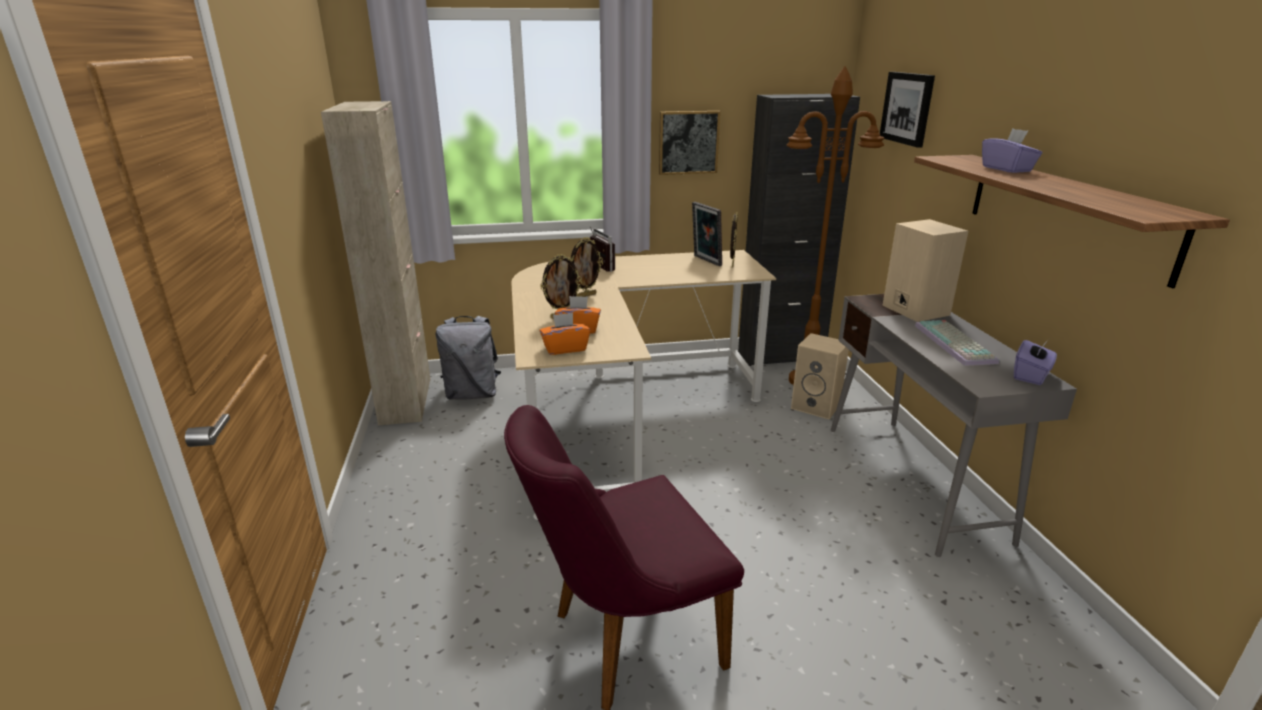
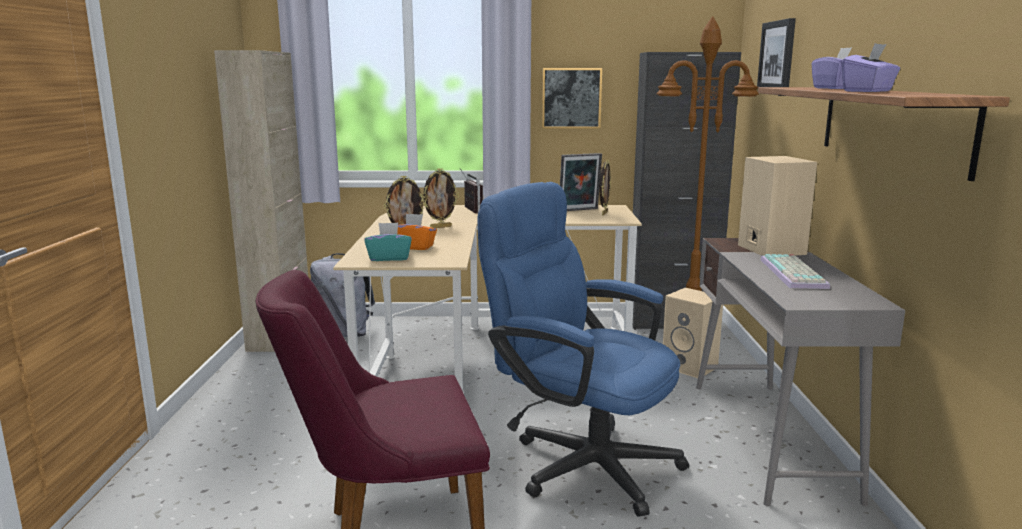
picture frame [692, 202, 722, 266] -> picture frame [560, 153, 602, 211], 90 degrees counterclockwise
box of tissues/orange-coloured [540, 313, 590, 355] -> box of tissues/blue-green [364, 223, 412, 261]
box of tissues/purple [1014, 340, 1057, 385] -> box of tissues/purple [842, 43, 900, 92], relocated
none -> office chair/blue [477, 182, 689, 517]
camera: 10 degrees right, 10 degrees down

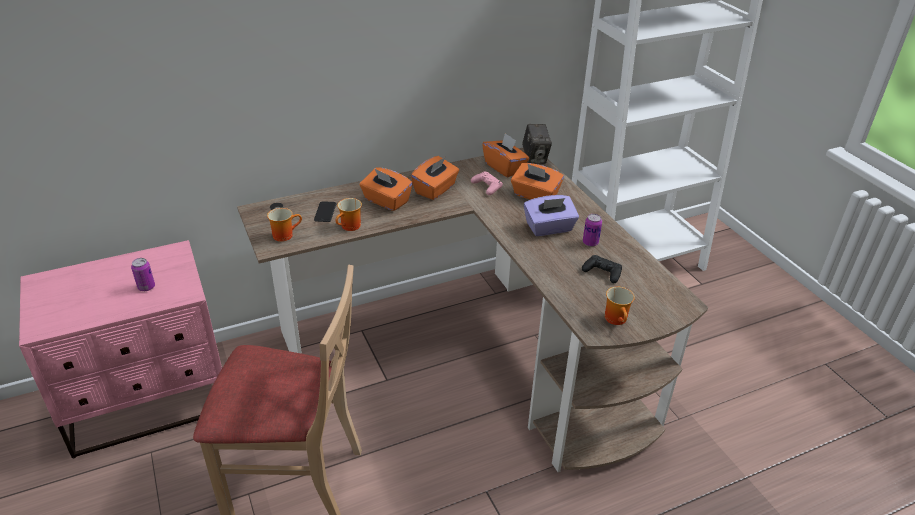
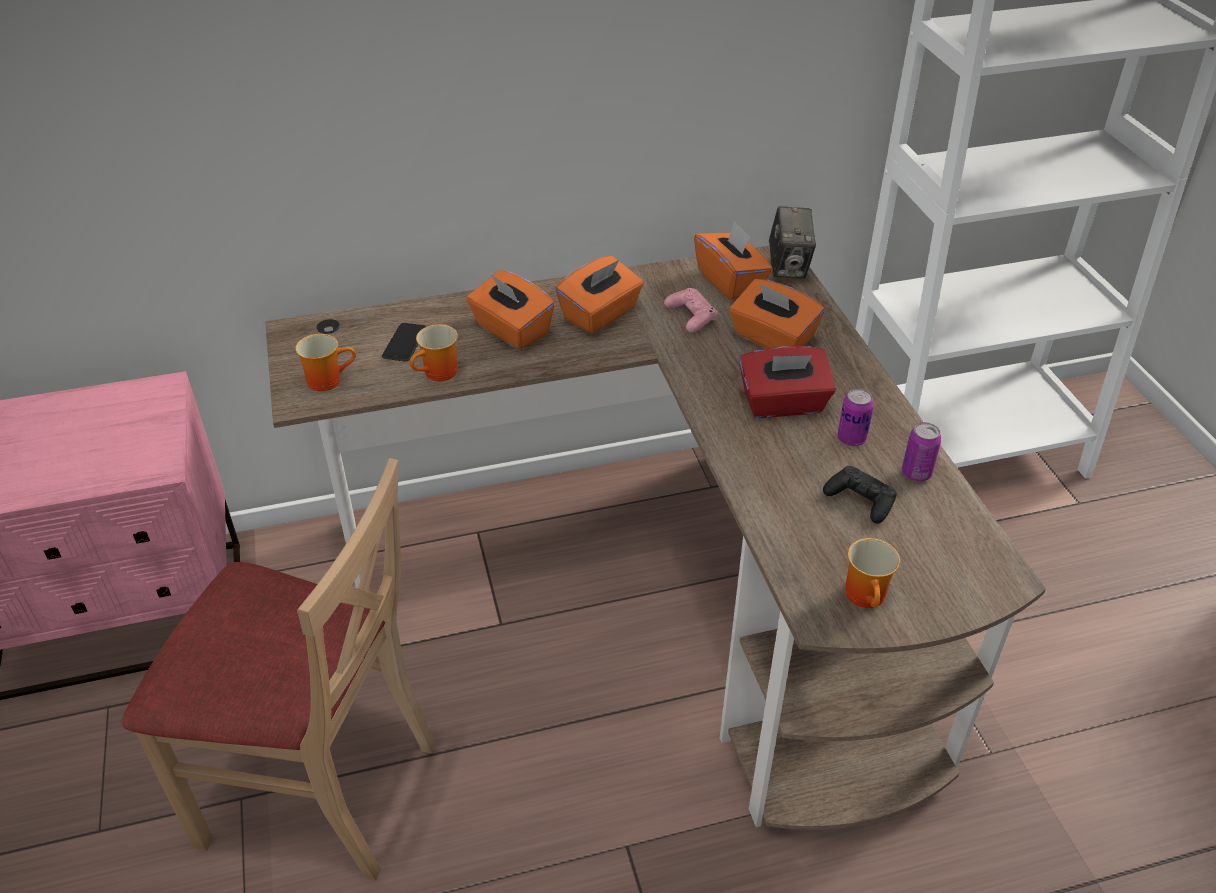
box of tissues/purple [524, 195, 579, 236] -> box of tissues/red [739, 346, 836, 418]
metal can [131, 258, 155, 291] -> metal can [902, 422, 942, 482], relocated
camera: 10 degrees right, 5 degrees up

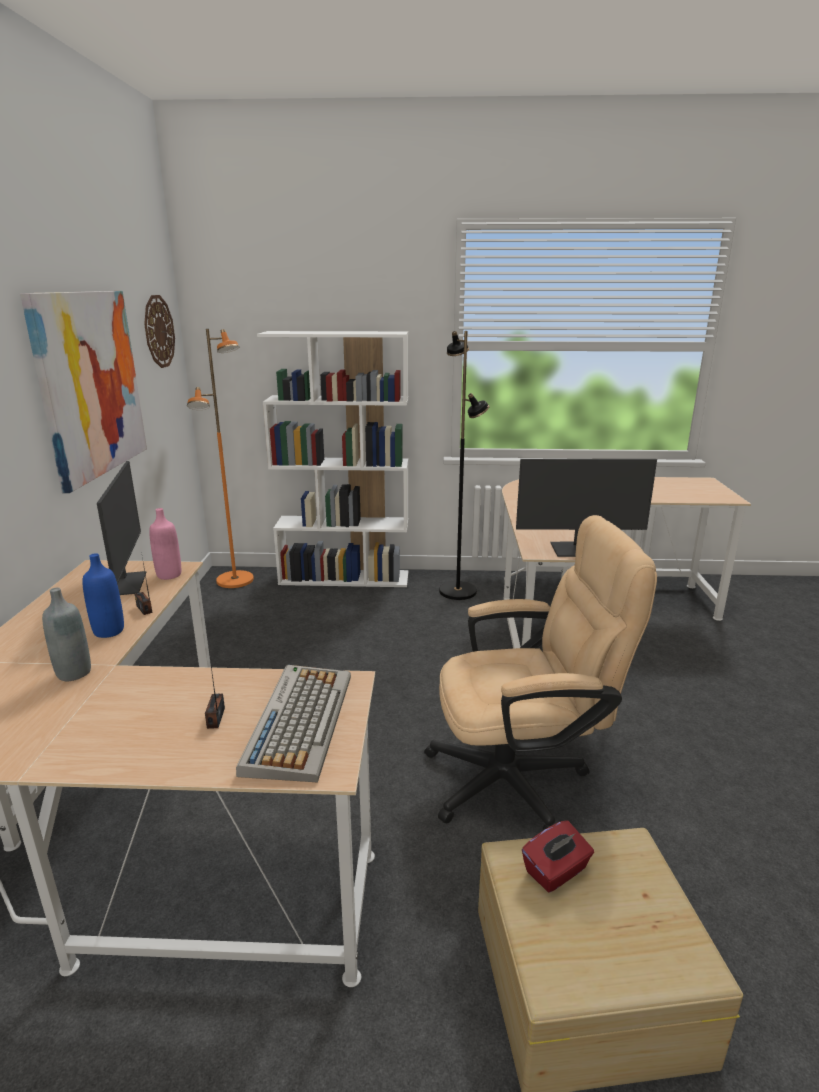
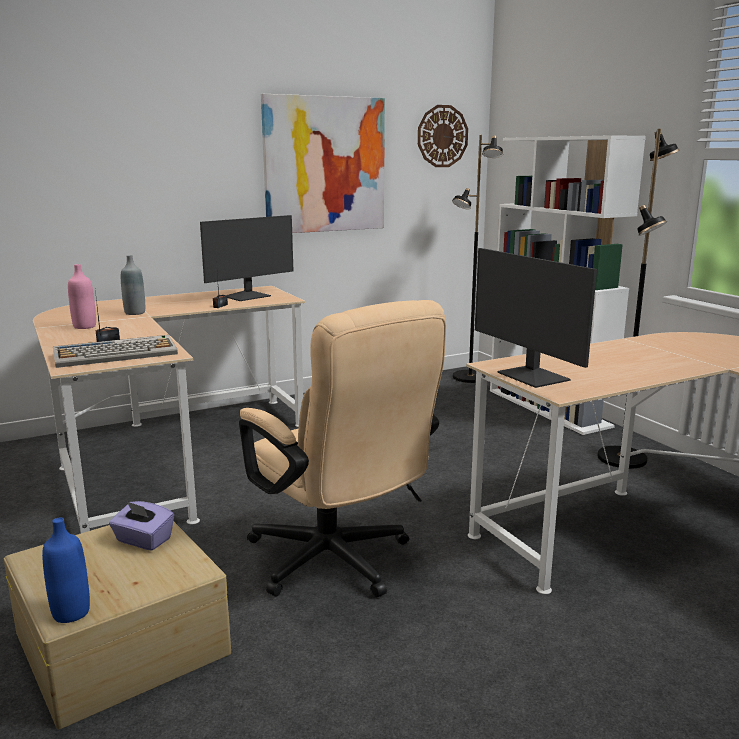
standing lamp/orange-coloured [187, 329, 254, 588] -> standing lamp/blackish [452, 135, 503, 383]
bottle/pink-coloured [149, 508, 181, 580] -> bottle/pink-coloured [68, 264, 96, 329], relocated
bottle/blue [82, 553, 124, 638] -> bottle/blue [42, 517, 90, 623], relocated
box of tissues/red [522, 820, 594, 893] -> box of tissues/purple [109, 501, 174, 551]
camera: 60 degrees right, 5 degrees down

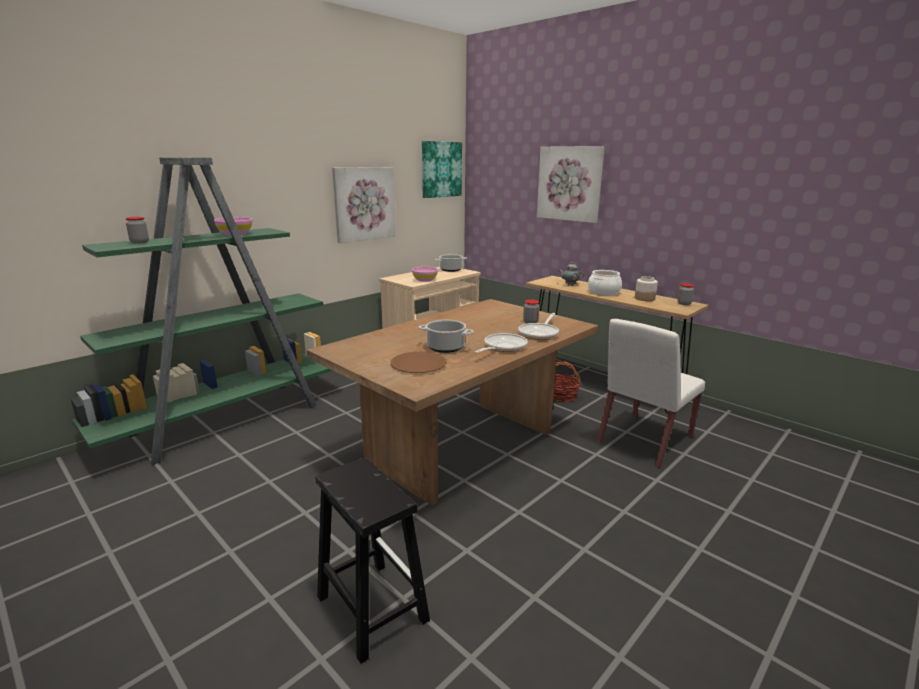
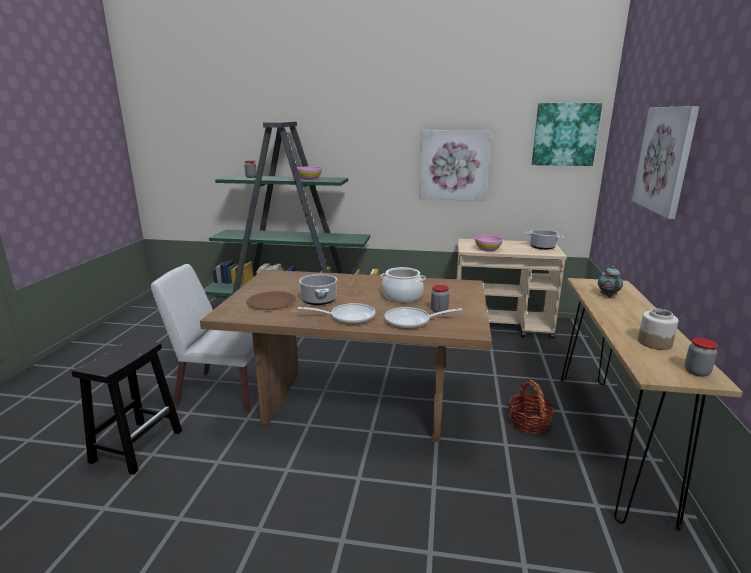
saucepot [588, 270, 622, 295] -> saucepot [380, 267, 426, 303], relocated
chair/white-coloured [596, 319, 705, 468] -> chair/white-coloured [151, 264, 254, 413], relocated
camera: 55 degrees right, 0 degrees up

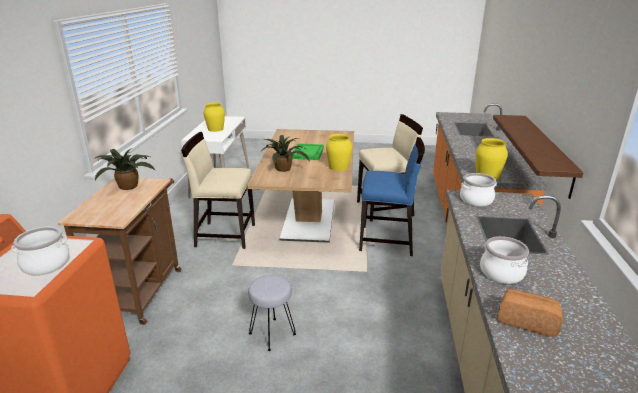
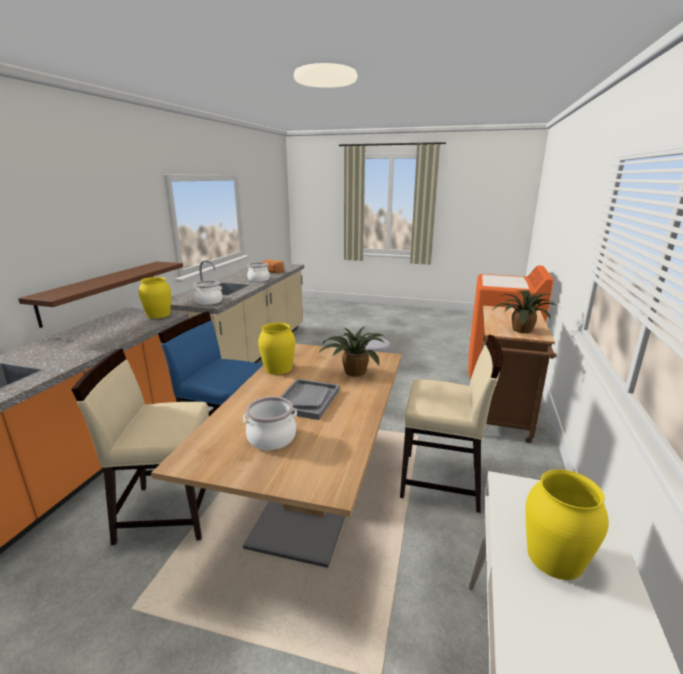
tray/green-coloured [292, 143, 324, 160] -> tray/gray [280, 379, 340, 420]
saucepot [11, 227, 69, 275] -> saucepot [243, 396, 297, 450], relocated
camera: 170 degrees left, 5 degrees down

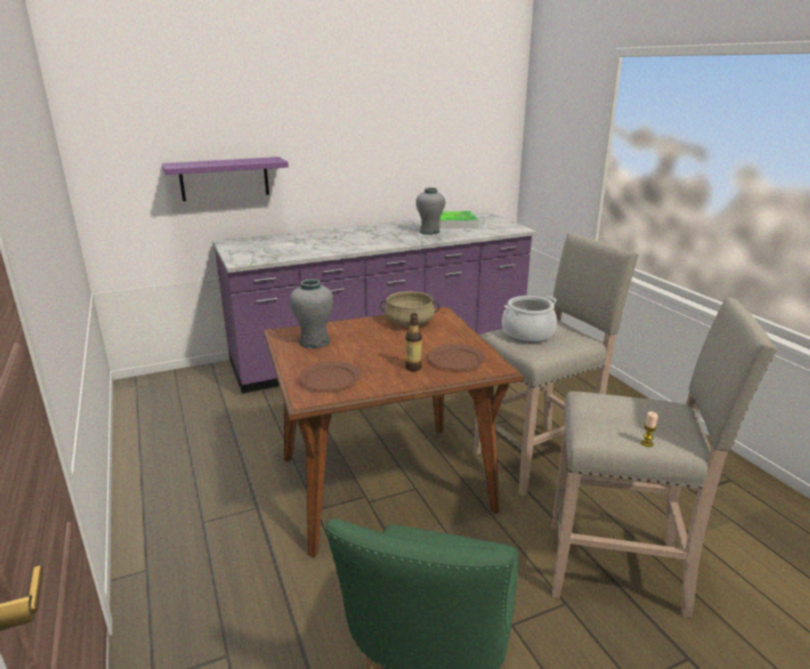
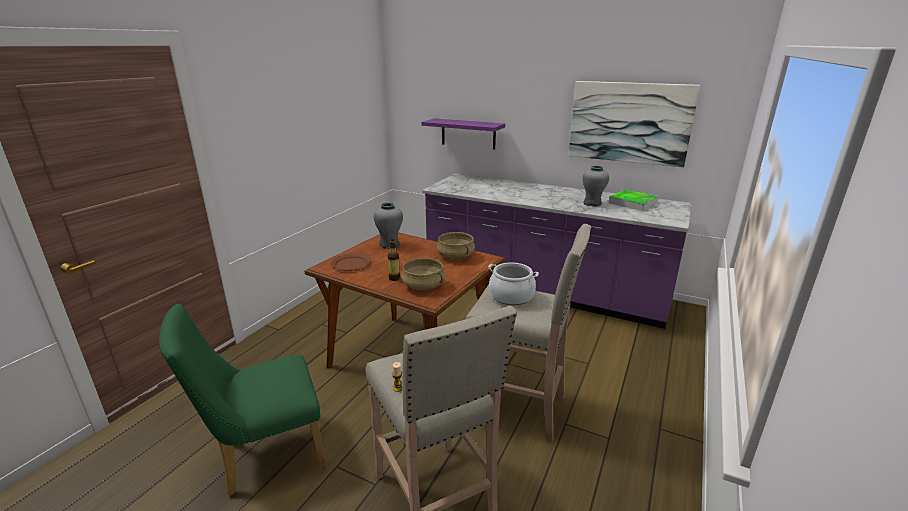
flat dish/brown-coloured [427, 344, 486, 370] -> saucepot/beige-coloured [401, 258, 445, 290]
none -> picture [568, 81, 700, 167]
camera: 50 degrees right, 0 degrees up

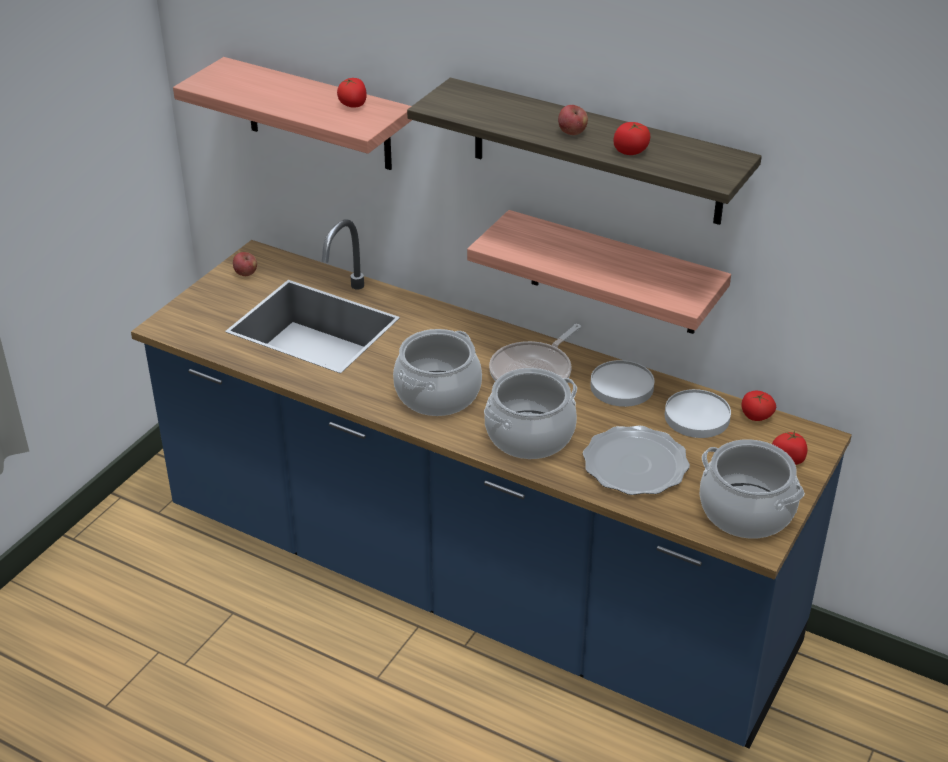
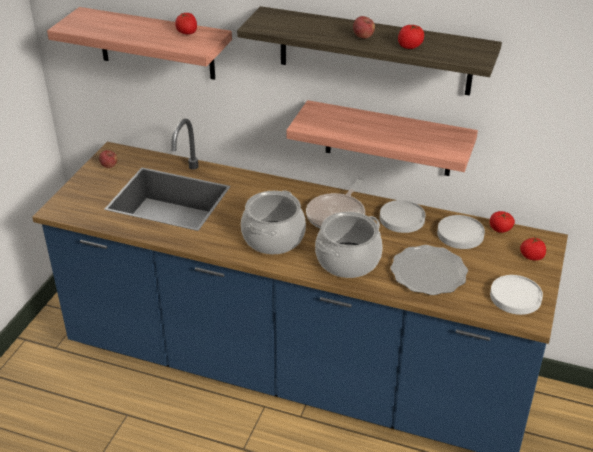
saucepot [700, 439, 805, 539] -> flat dish/white-coloured [490, 275, 543, 315]
camera: 10 degrees left, 0 degrees up

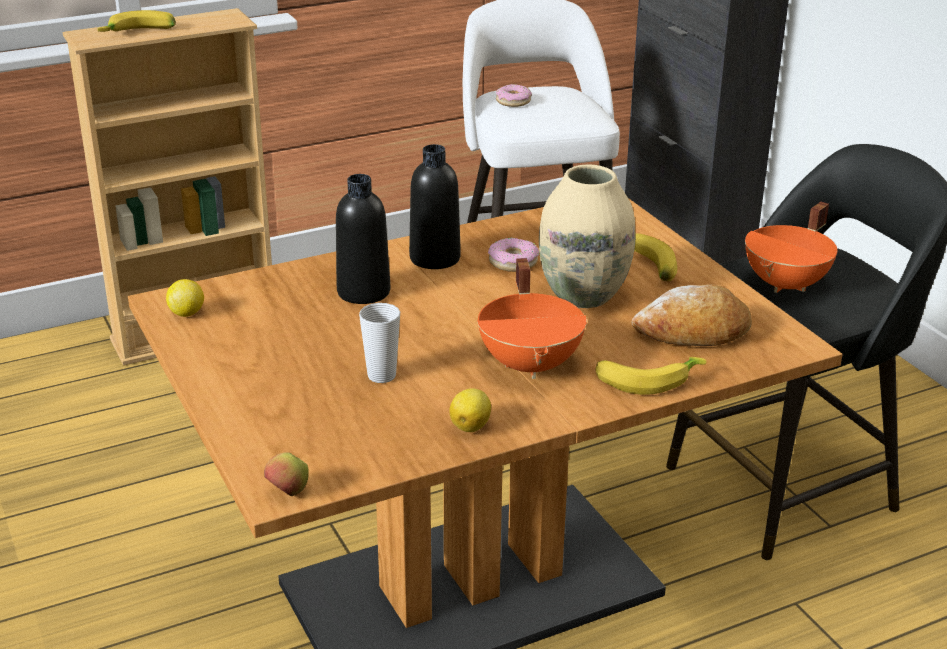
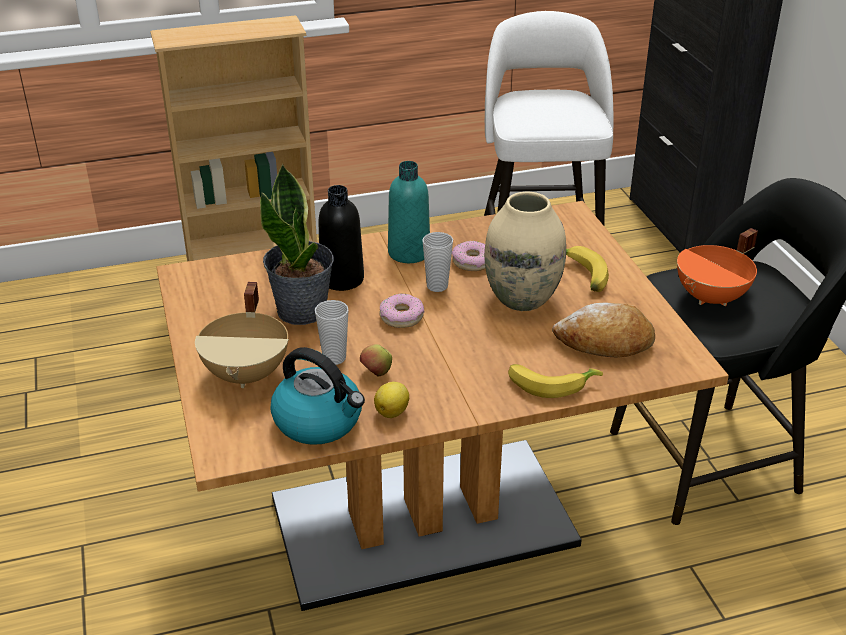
banana [97, 10, 176, 32] -> none
ring doughnut [496, 84, 532, 107] -> ring doughnut [379, 293, 424, 328], relocated
bottle/blackish [409, 144, 461, 269] -> bottle/blue-green [388, 161, 430, 263]
saucepot/orange-coloured [477, 258, 587, 379] -> none
whole lemon [166, 279, 204, 317] -> none
whole apple [264, 452, 309, 496] -> whole apple [360, 344, 392, 377], relocated
none -> plant in a pot [260, 164, 334, 325]
none -> drinking cup [422, 232, 453, 292]
none -> saucepot/beige-coloured [195, 282, 289, 388]
none -> water kettle [270, 347, 365, 445]
camera: 10 degrees right, 5 degrees up

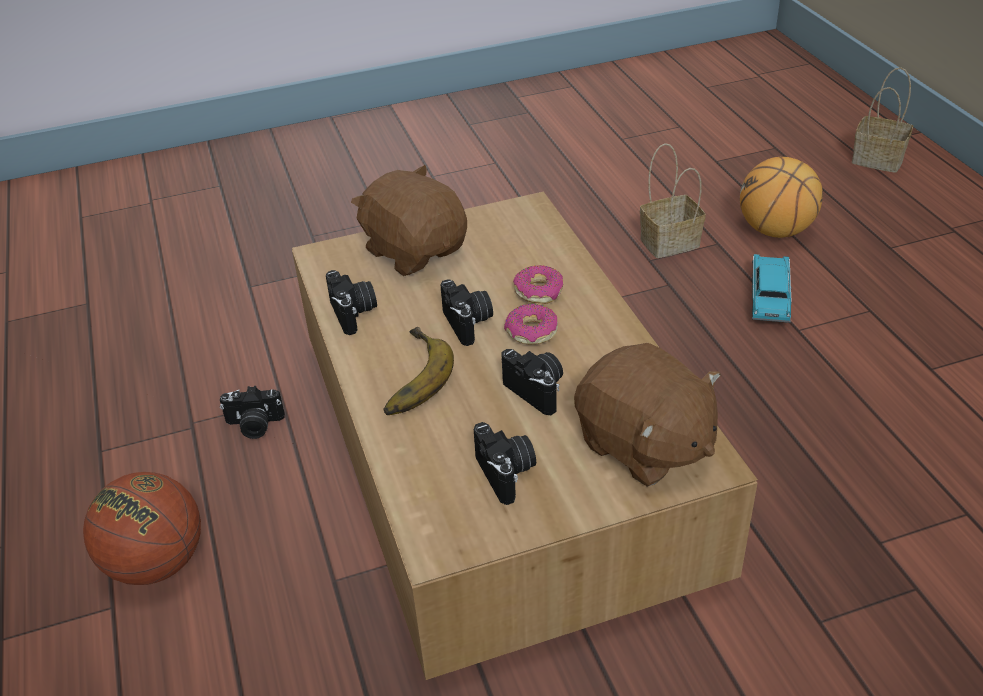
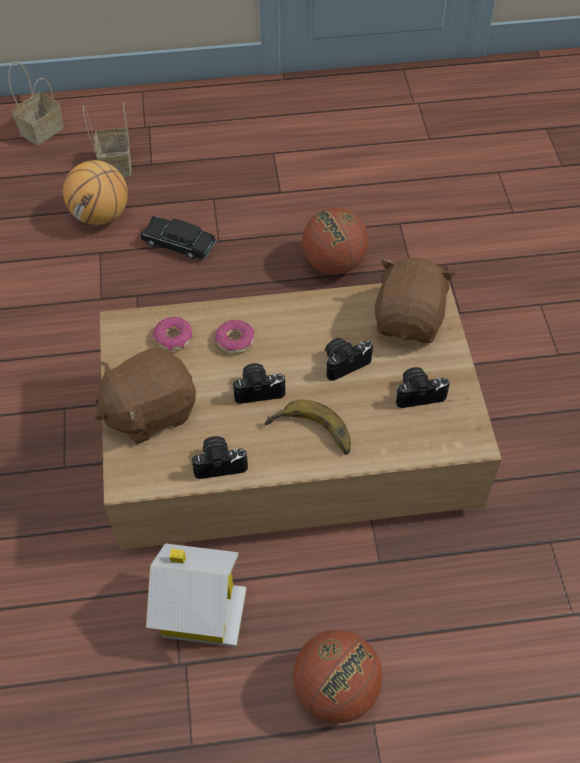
basket [640, 143, 706, 258] -> basket [83, 102, 132, 177], relocated
model car/blue-green [752, 254, 792, 323] -> model car/blackish [140, 216, 217, 259]
ring doughnut [504, 304, 558, 345] -> ring doughnut [153, 317, 193, 351], relocated
cuddly toy/brown-coloured [574, 343, 720, 487] -> cuddly toy/brown-coloured [375, 258, 456, 343], 45 degrees counterclockwise
still camera [220, 386, 285, 439] -> miniature house [146, 543, 246, 647]
none -> ball for basketball [302, 208, 368, 275]
camera: 80 degrees left, 15 degrees up

